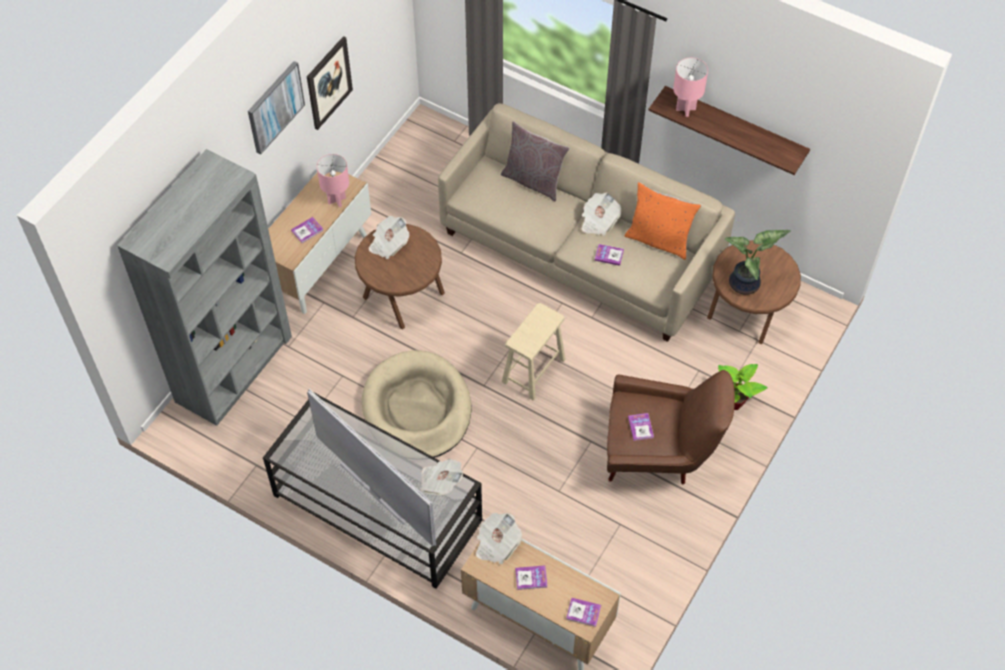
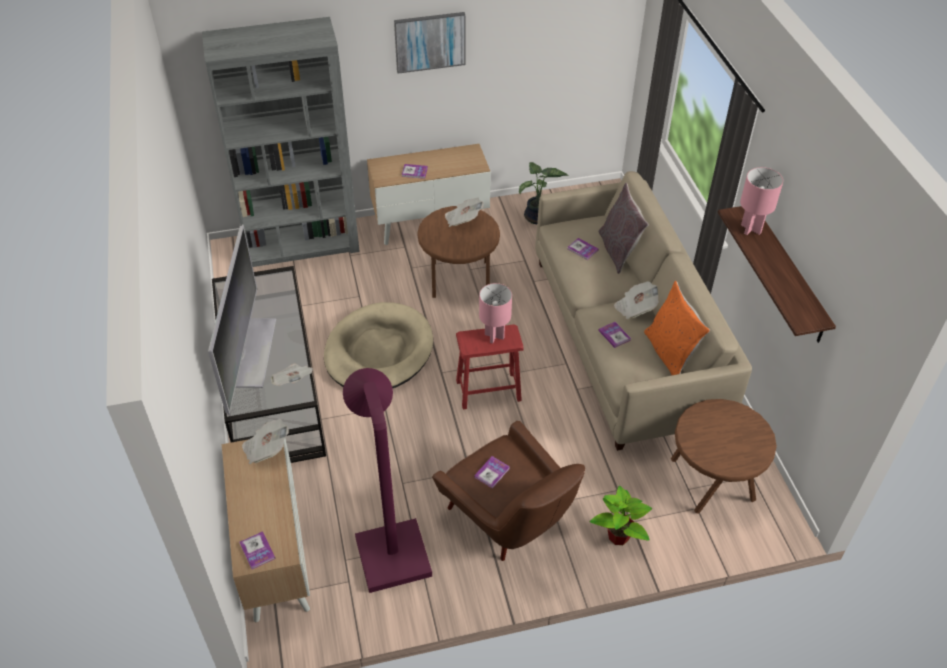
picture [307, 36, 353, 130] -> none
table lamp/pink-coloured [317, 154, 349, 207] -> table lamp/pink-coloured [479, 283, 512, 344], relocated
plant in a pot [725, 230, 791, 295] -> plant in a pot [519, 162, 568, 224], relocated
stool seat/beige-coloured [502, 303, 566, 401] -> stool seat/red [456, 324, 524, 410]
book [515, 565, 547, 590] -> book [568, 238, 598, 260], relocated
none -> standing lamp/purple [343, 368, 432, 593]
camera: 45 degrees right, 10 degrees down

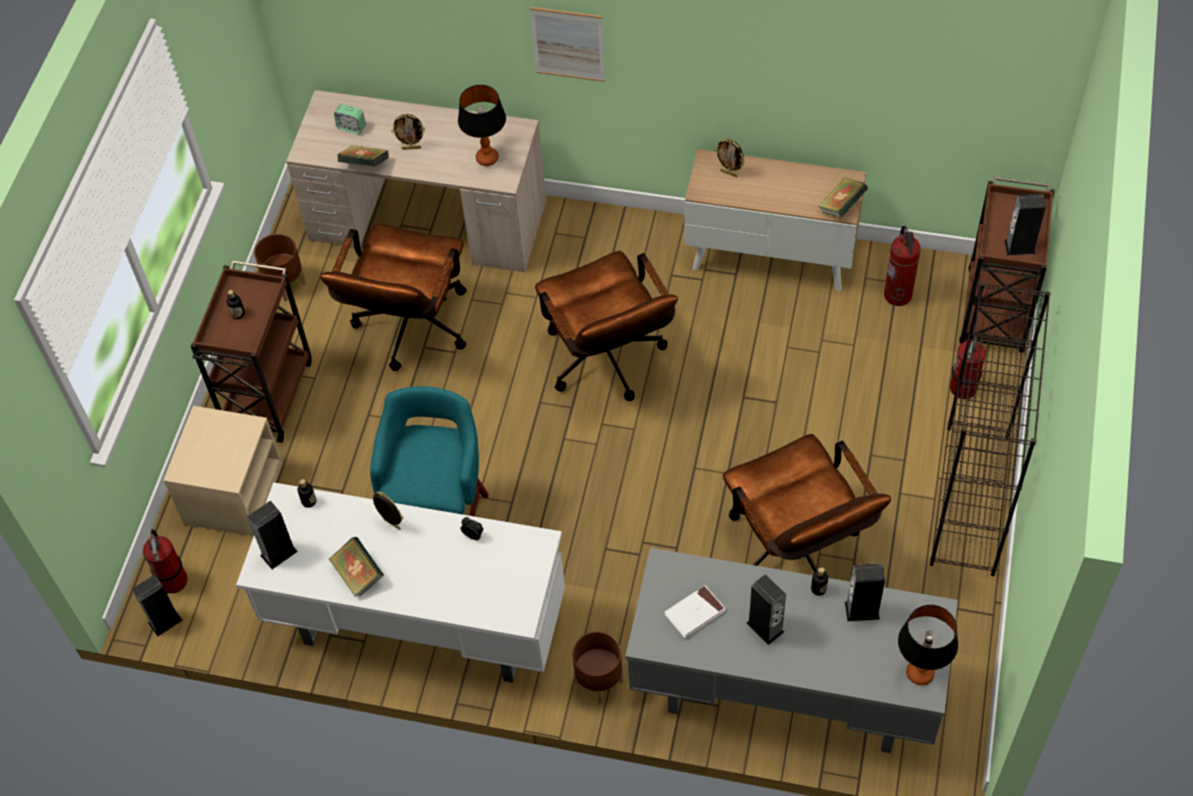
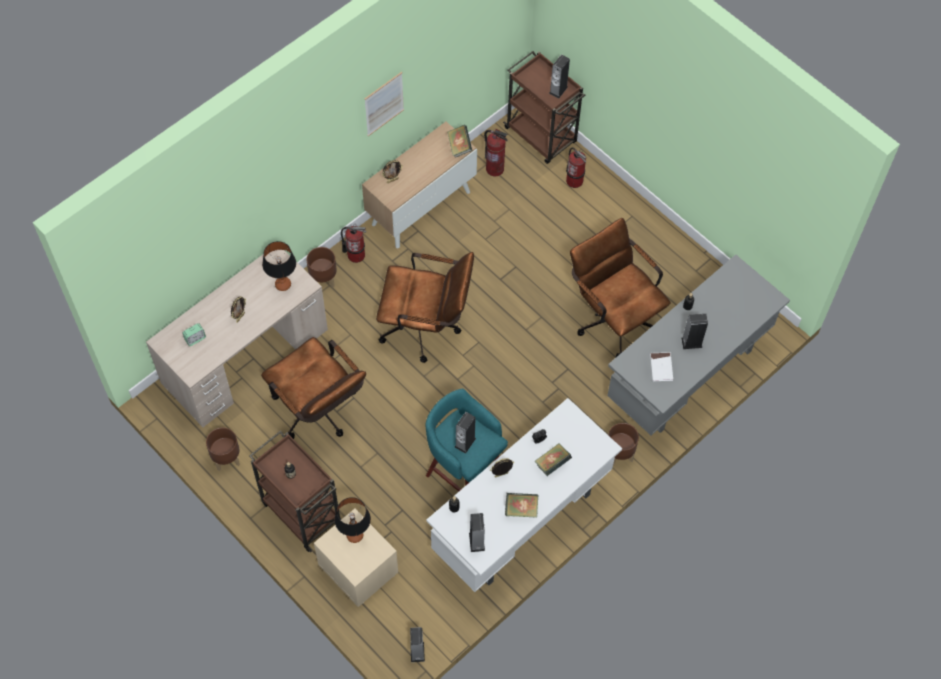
picture [530, 7, 605, 82] -> picture [364, 72, 404, 136], relocated
book [338, 145, 389, 167] -> book [535, 443, 572, 476], relocated
shelving unit/blackish [930, 282, 1051, 576] -> none
office chair/brown-coloured [723, 434, 891, 572] -> office chair/brown-coloured [570, 218, 671, 357], 135 degrees counterclockwise
fire extinguisher [143, 529, 188, 593] -> fire extinguisher [341, 224, 367, 263], relocated
audio speaker [845, 563, 885, 621] -> audio speaker [455, 412, 476, 454], relocated
table lamp [898, 605, 958, 685] -> table lamp [334, 497, 371, 543], relocated
none -> flower pot/brown-coloured [306, 247, 337, 288]
camera: 60 degrees left, 5 degrees up

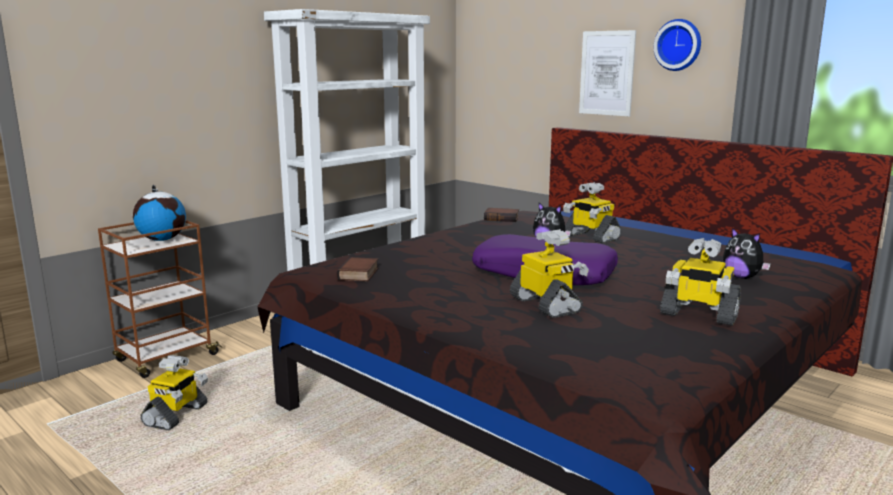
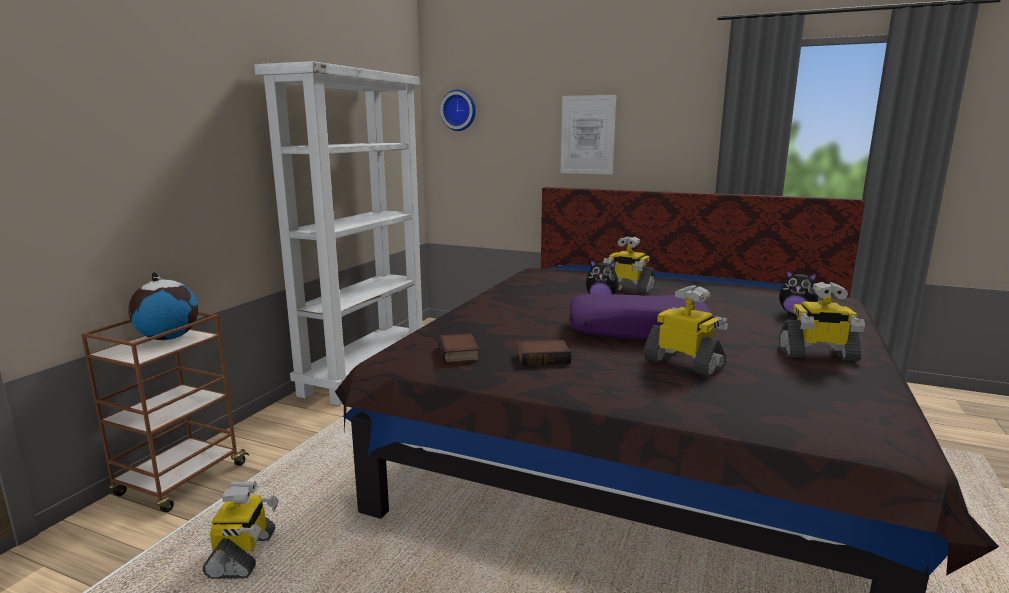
hanging clock [654, 19, 701, 71] -> hanging clock [440, 90, 476, 131], relocated
book [484, 208, 519, 222] -> book [517, 340, 571, 366], relocated
camera: 20 degrees left, 0 degrees up

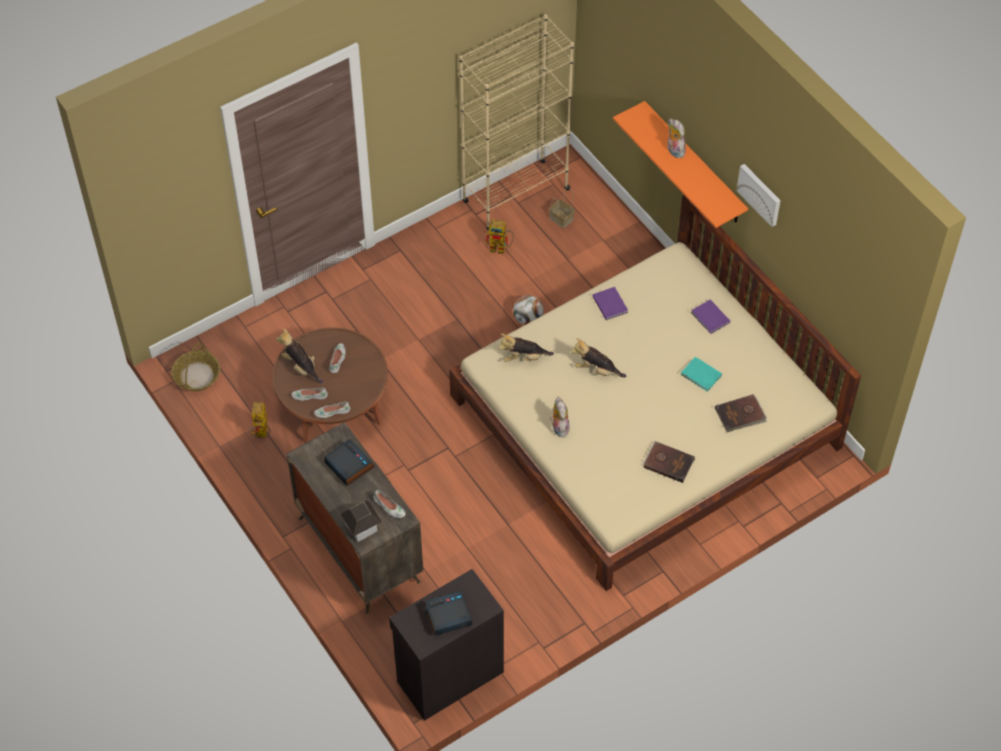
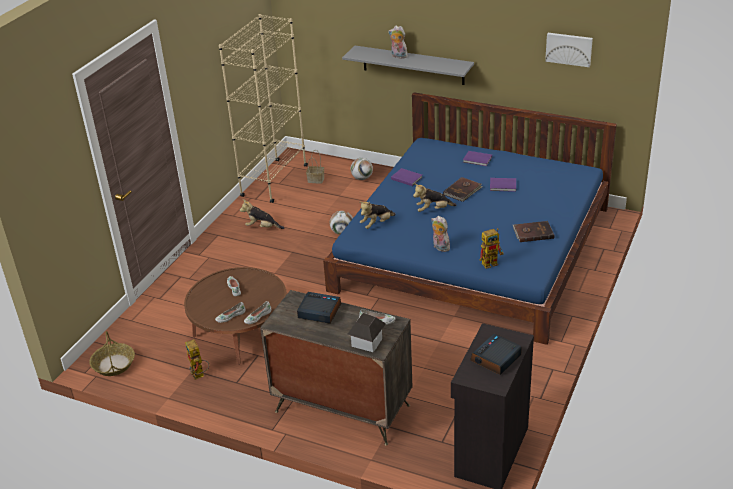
shelf/orange-coloured [613, 101, 748, 228] -> shelf/gray [342, 46, 474, 85]
picture [736, 164, 781, 227] -> picture [545, 33, 593, 67], relocated
bedroom bed/beige-coloured [449, 195, 861, 591] -> bedroom bed/blue [323, 92, 617, 345]
robot figure [485, 219, 514, 254] -> robot figure [480, 228, 504, 269], relocated
cuddly toy [276, 328, 323, 383] -> cuddly toy [240, 199, 284, 229], relocated
book/blue-green [681, 357, 722, 392] -> book/purple [490, 178, 516, 192]
book/brown-coloured [715, 394, 767, 432] -> book/brown-coloured [443, 177, 483, 202], relocated
none -> ball for football [350, 158, 373, 180]
camera: 30 degrees left, 20 degrees down

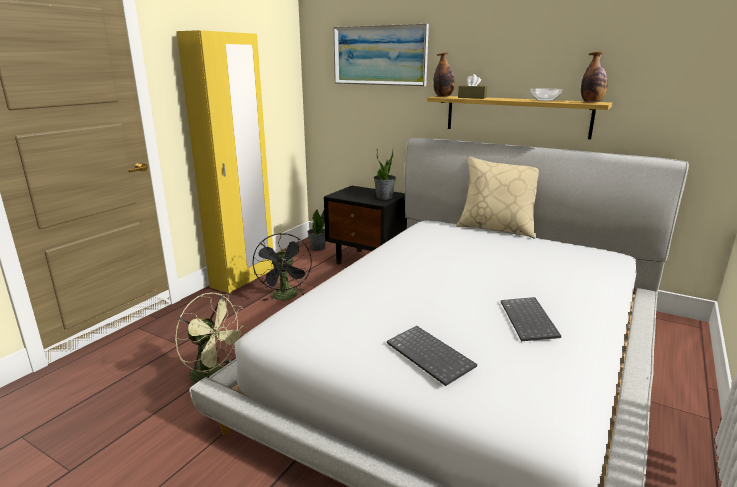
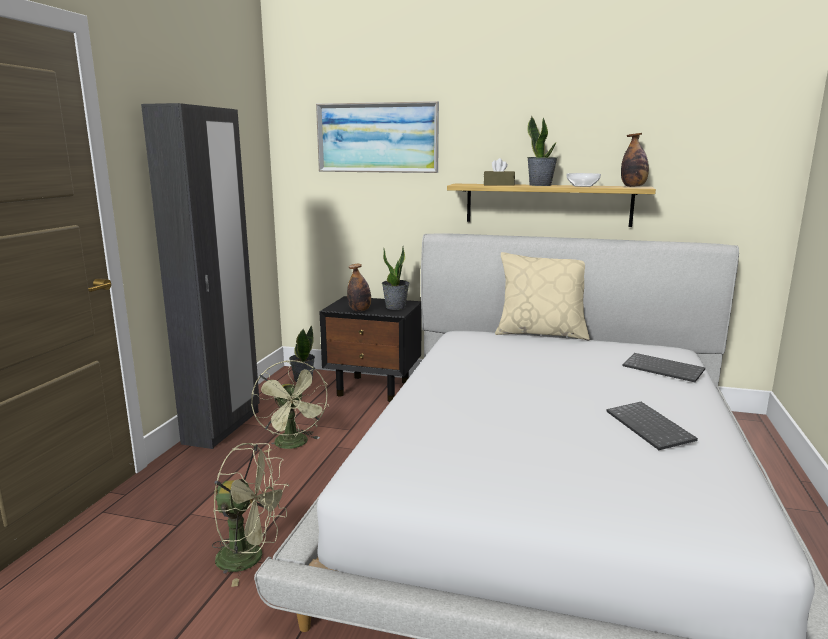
wardrobe/yellow [177, 30, 273, 293] -> wardrobe/blackish [141, 103, 260, 449]
bottle [433, 52, 455, 97] -> bottle [347, 264, 371, 312], relocated
electric fan/blackish [253, 233, 312, 301] -> electric fan/green-coloured [251, 360, 329, 453]
PC keyboard [387, 326, 477, 386] -> PC keyboard [623, 353, 705, 382], relocated
none -> plant in a pot [527, 116, 557, 186]
camera: 15 degrees left, 5 degrees down

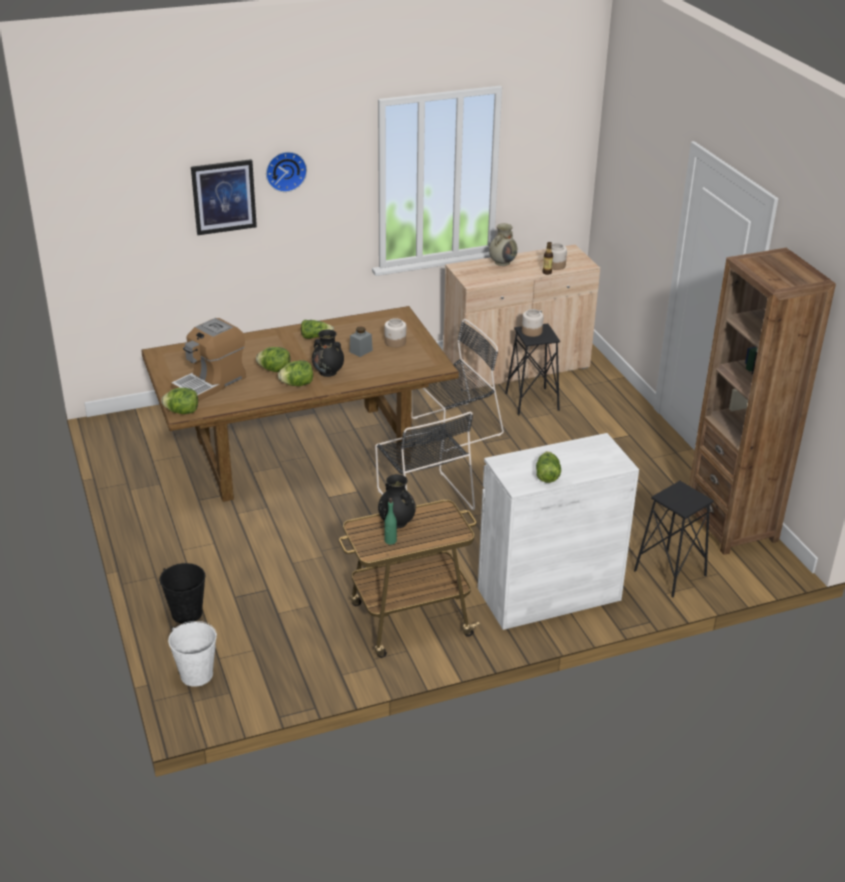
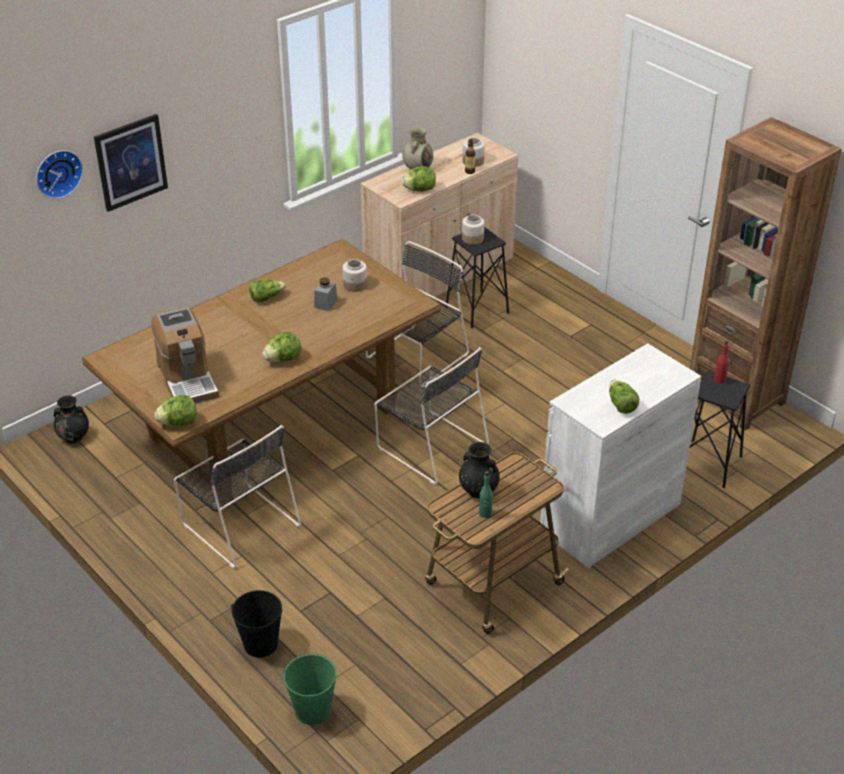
hanging clock [266, 152, 307, 192] -> hanging clock [36, 150, 83, 199], relocated
coffee machine [171, 318, 246, 401] -> coffee machine [151, 306, 219, 403], 45 degrees counterclockwise
vase/blackish [312, 329, 344, 377] -> vase/blackish [54, 395, 89, 443], relocated
lettuce [256, 347, 290, 372] -> lettuce [402, 166, 436, 192], relocated
pail/white-coloured [168, 621, 217, 687] -> pail/green-coloured [283, 653, 337, 725]
none -> bottle/red [714, 340, 729, 384]
none -> chair/blackish [174, 425, 301, 568]
camera: 20 degrees left, 5 degrees up

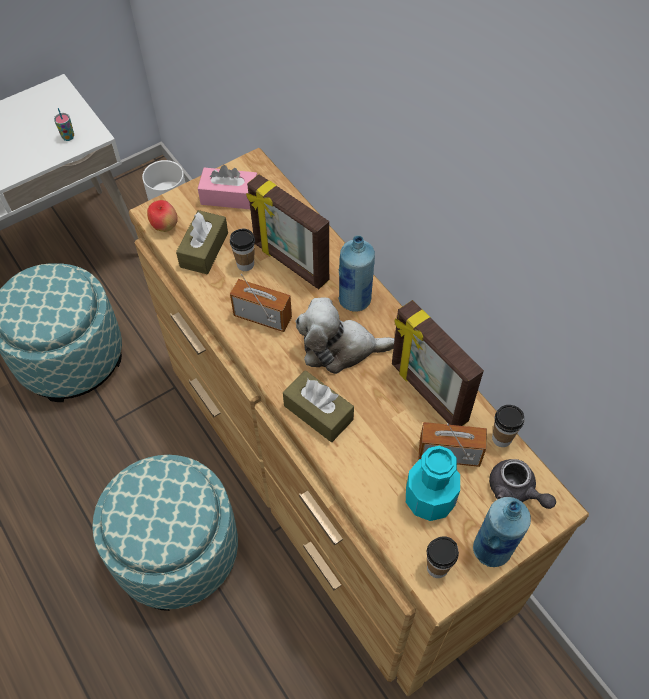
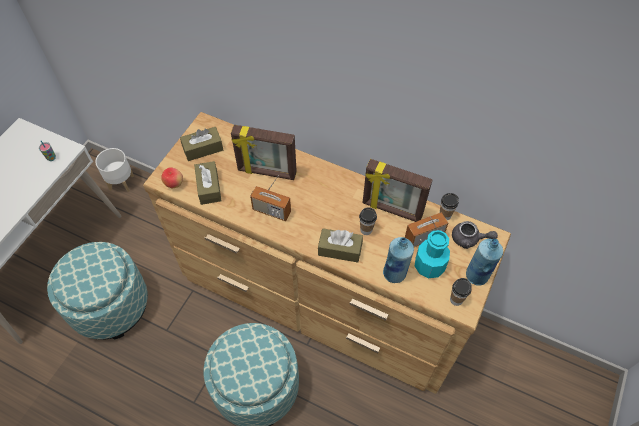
box of tissues/pink-coloured [198, 165, 257, 209] -> box of tissues/brown-coloured [180, 127, 223, 161]
drinking cup [230, 229, 255, 271] -> drinking cup [359, 207, 377, 235], relocated
bottle/blue [339, 235, 375, 312] -> bottle/blue [383, 237, 414, 283], relocated
radio receiver [230, 274, 292, 332] -> radio receiver [250, 176, 291, 221], 150 degrees counterclockwise
cuddly toy [295, 297, 395, 374] -> none
camera: 30 degrees left, 0 degrees up

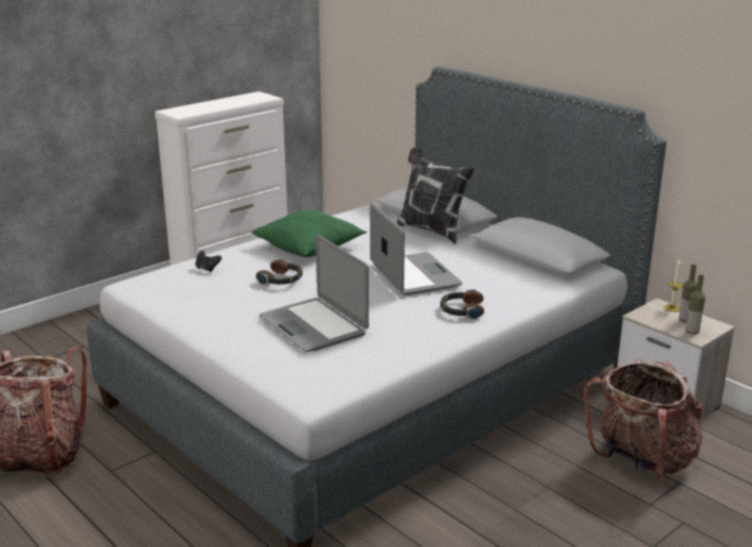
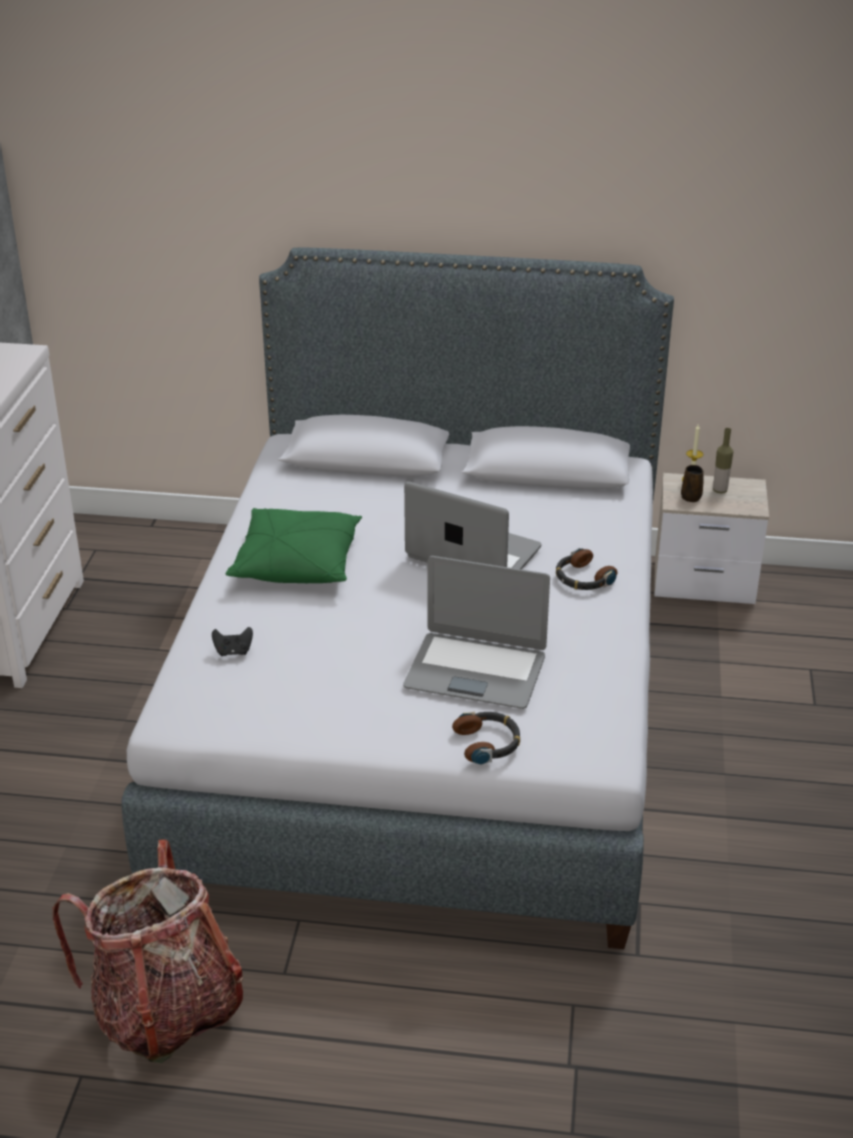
pillow [397, 148, 475, 244] -> none
headset [256, 259, 303, 285] -> headset [452, 711, 520, 765], relocated
bottle [686, 275, 705, 334] -> none
rucksack [584, 359, 702, 483] -> none
none -> mug/brown-coloured [681, 465, 703, 502]
camera: 40 degrees left, 10 degrees up

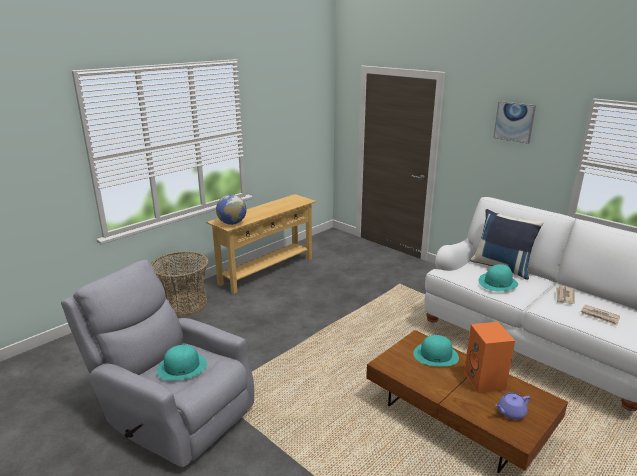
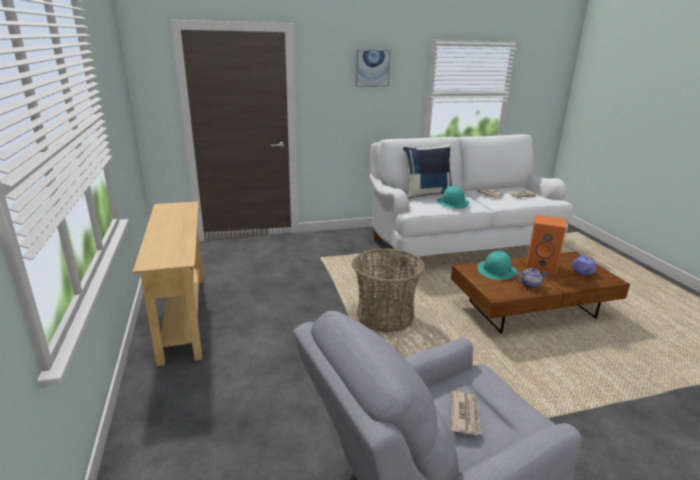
world globe [216, 194, 247, 225] -> none
basket [151, 251, 209, 317] -> basket [352, 248, 425, 332], relocated
clothing hat/blue-green [157, 345, 207, 381] -> daily paper [450, 391, 482, 435]
none -> tea pot [516, 268, 548, 289]
camera: 60 degrees left, 0 degrees up

